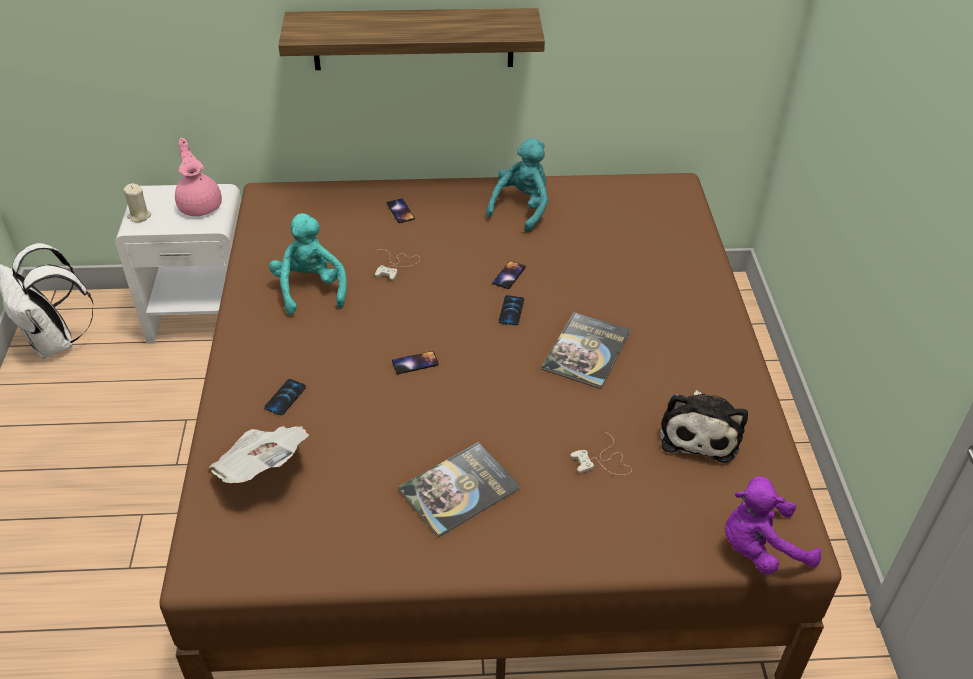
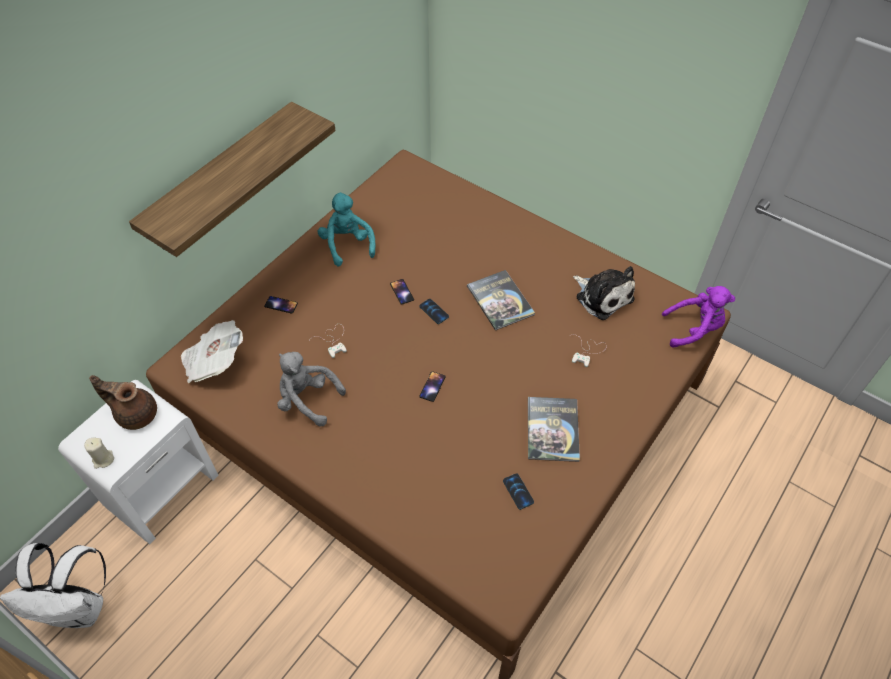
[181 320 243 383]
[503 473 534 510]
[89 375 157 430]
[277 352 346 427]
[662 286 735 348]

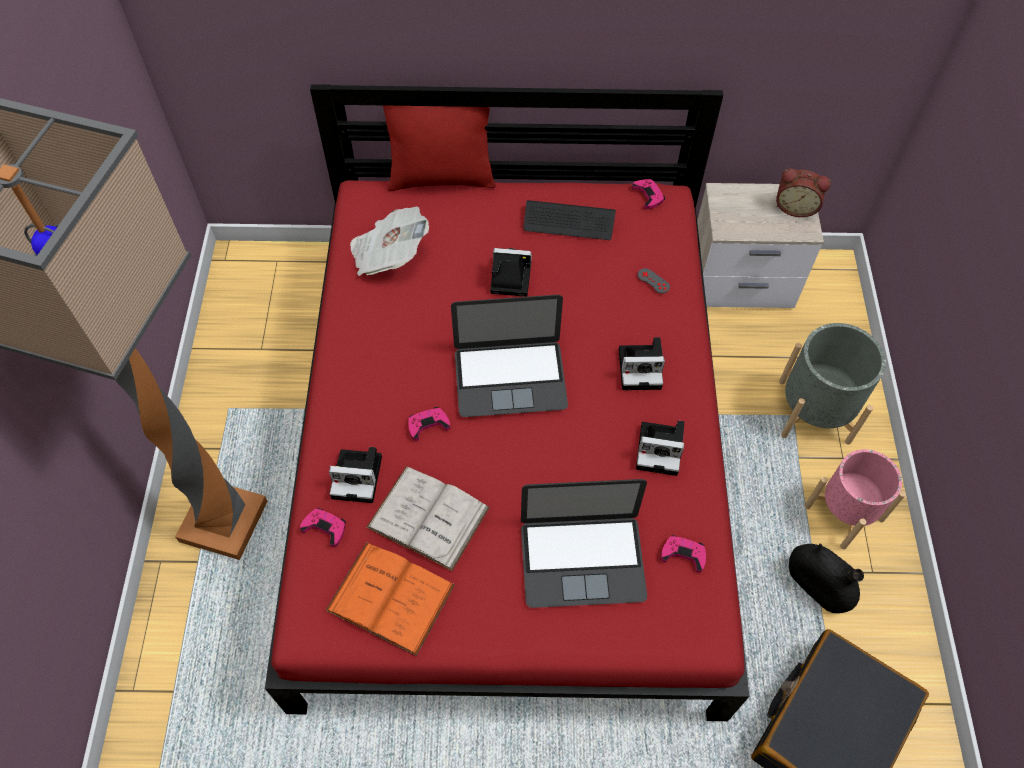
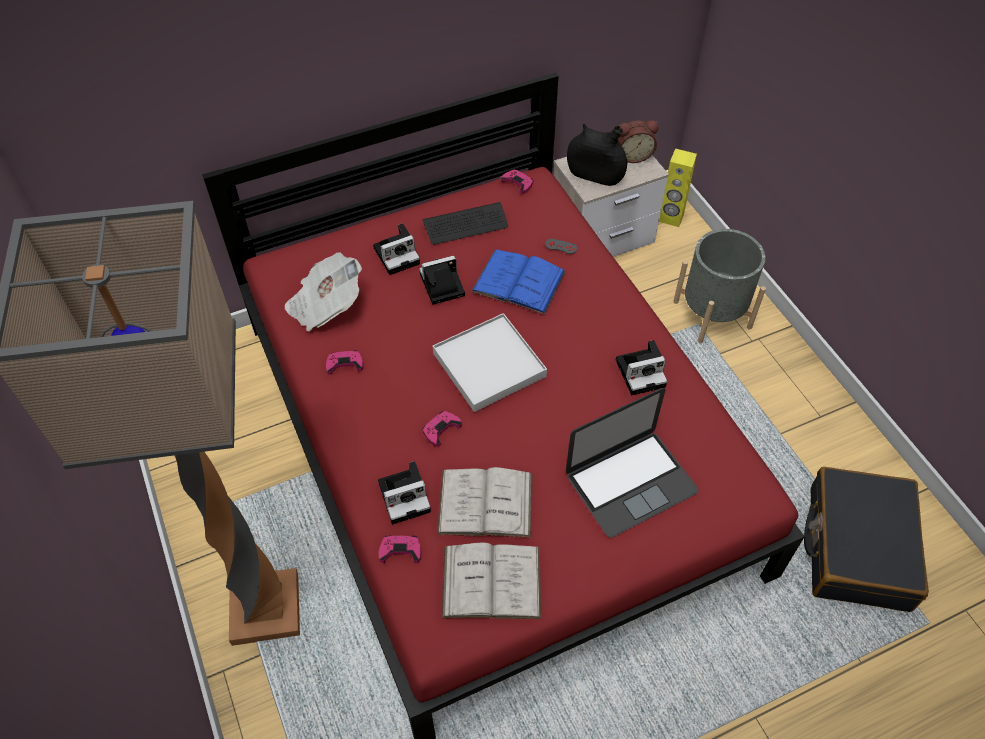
[383 105 496 191] (first image)
[805 449 906 549] (first image)
[471 249 566 314]
[659 148 697 227]
[373 223 420 275]
[326 350 363 375]
[567 124 627 186]
[433 313 547 412]
[441 543 542 619]

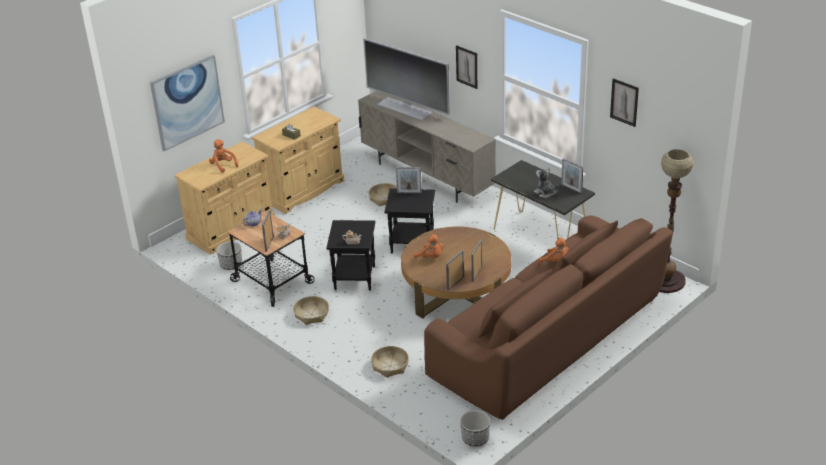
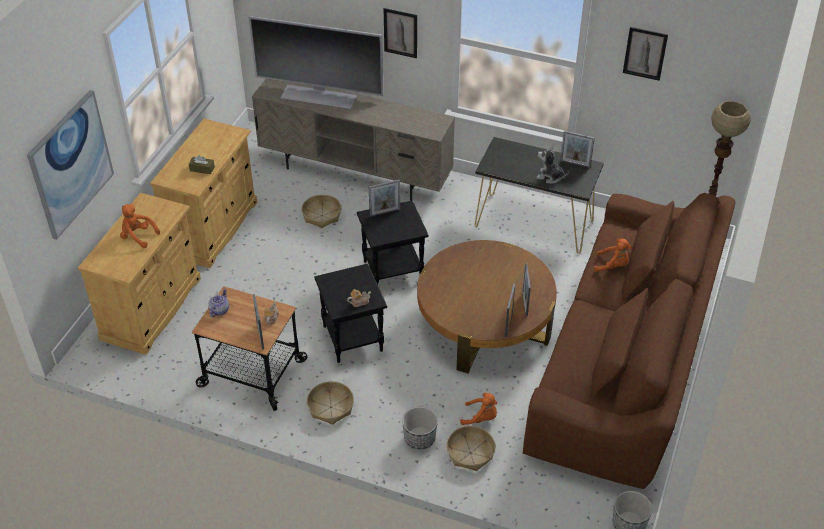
[402 407 438 449]
[460 393 497 425]

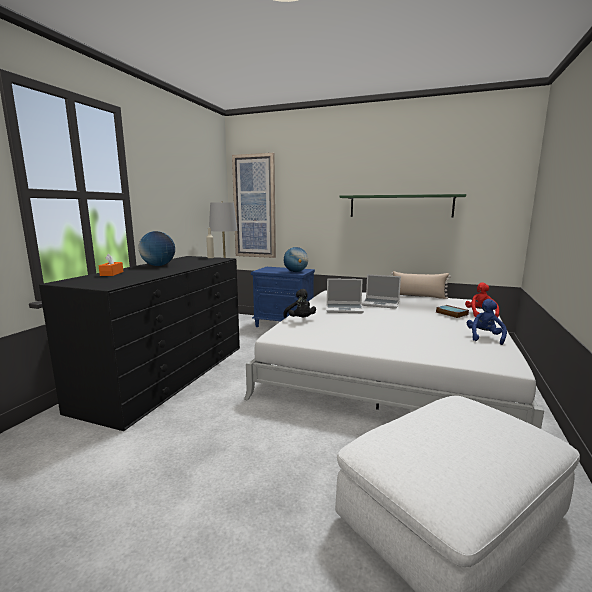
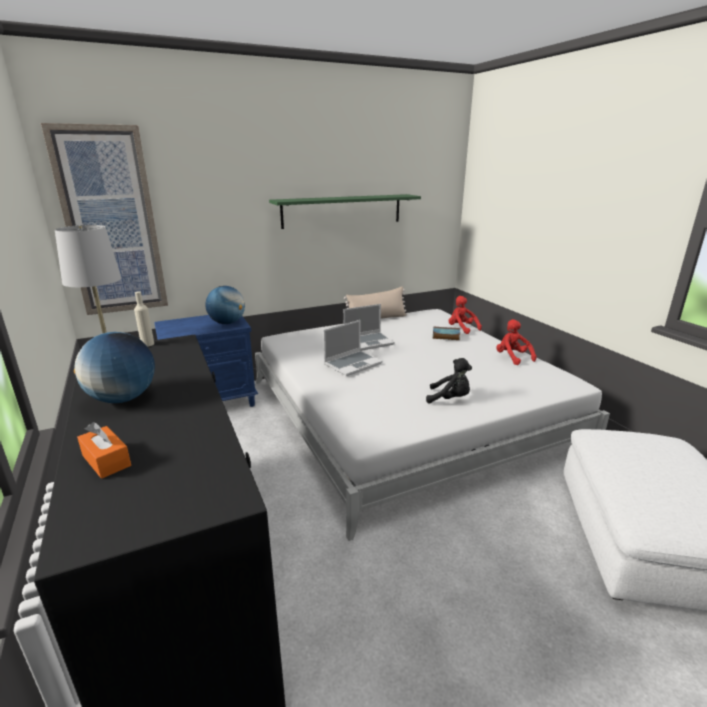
[426 358 472 404]
[496 319 537 365]

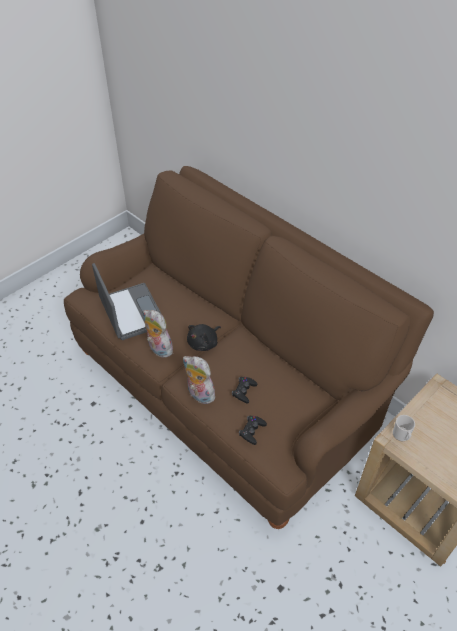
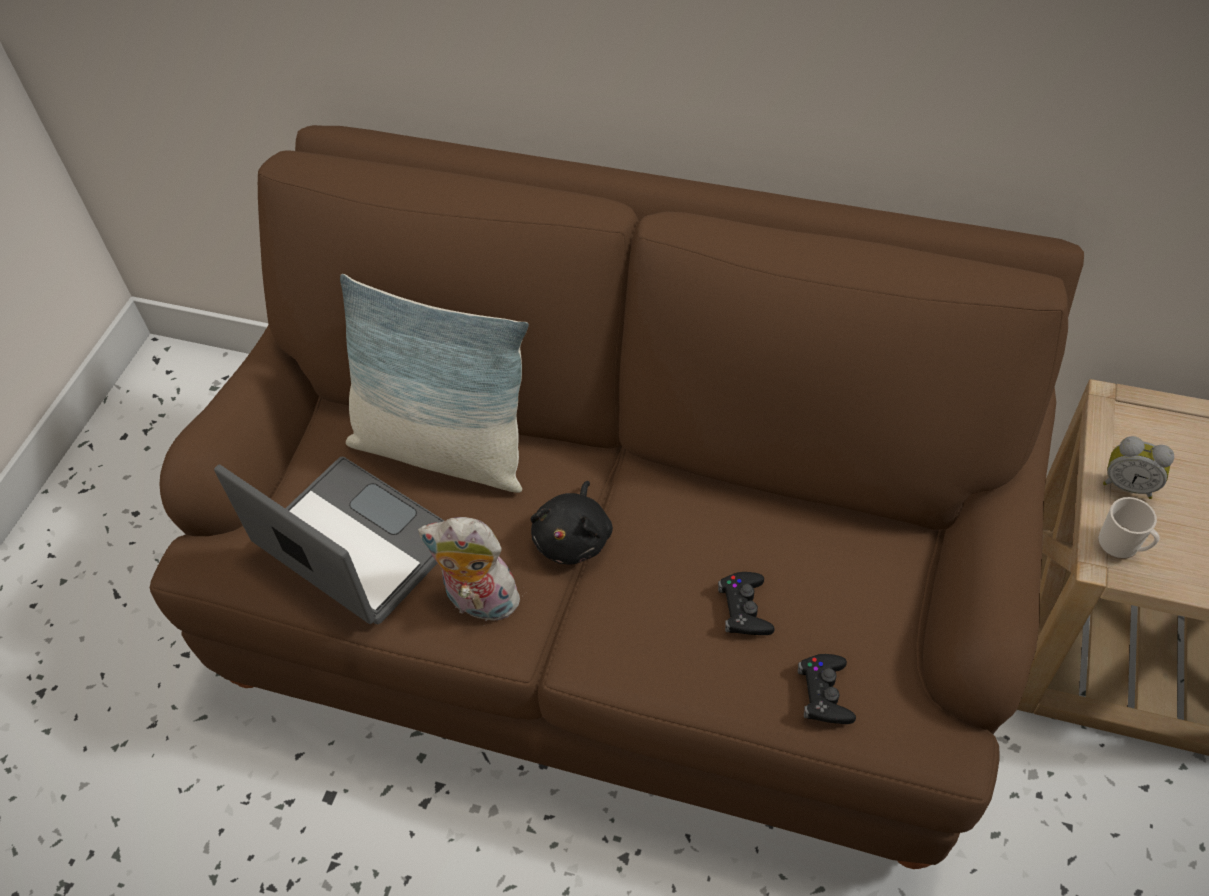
[183 356 215 404] (first image)
[340 274 529 493]
[1103 436 1174 499]

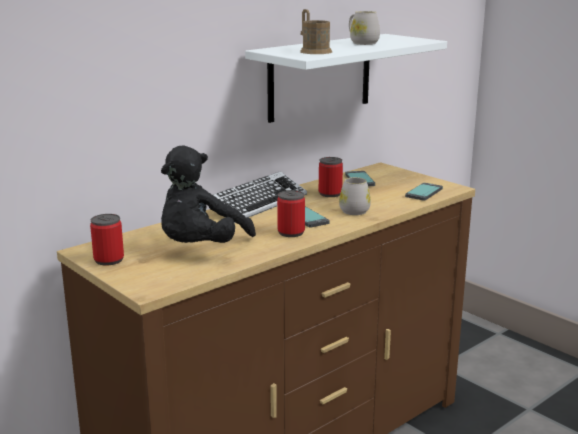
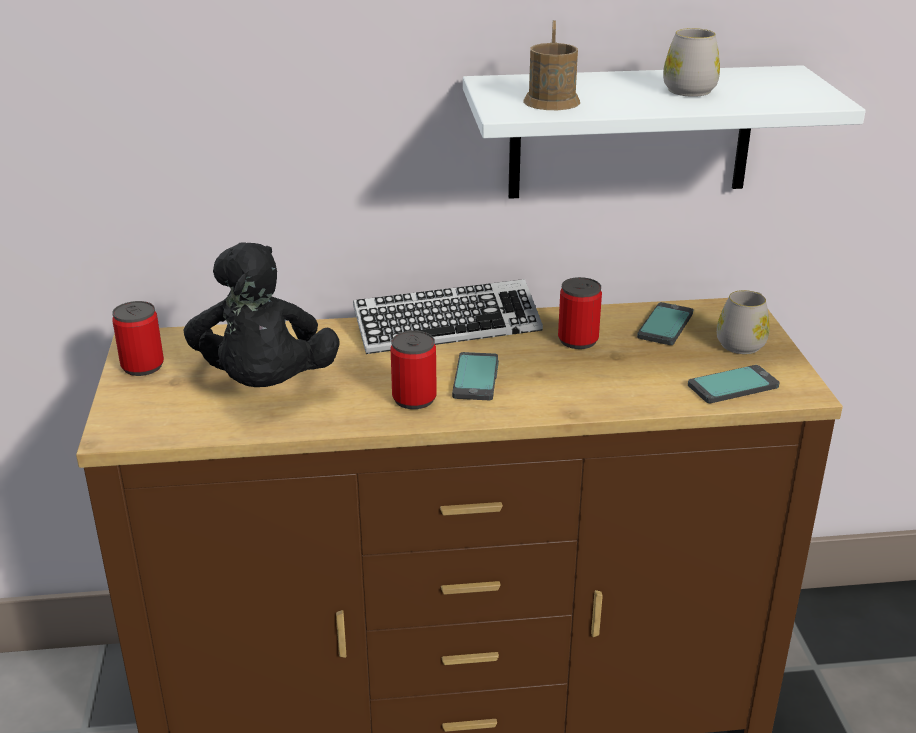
[717 290 770 354]
[183 242 340 387]

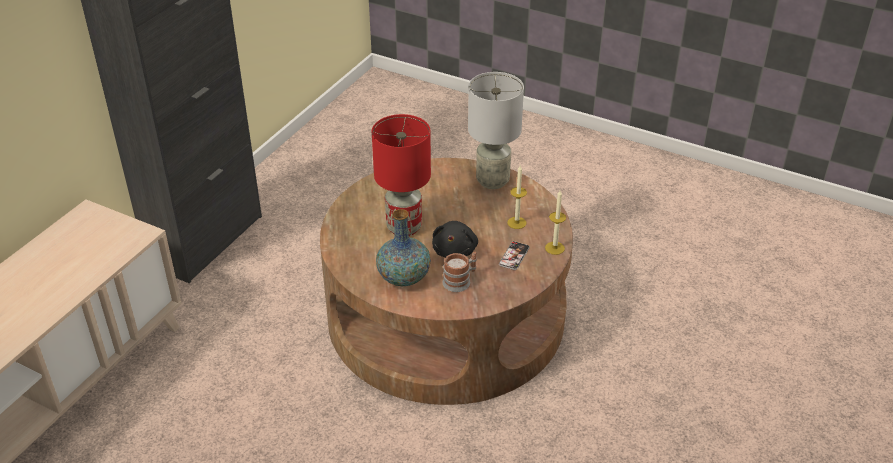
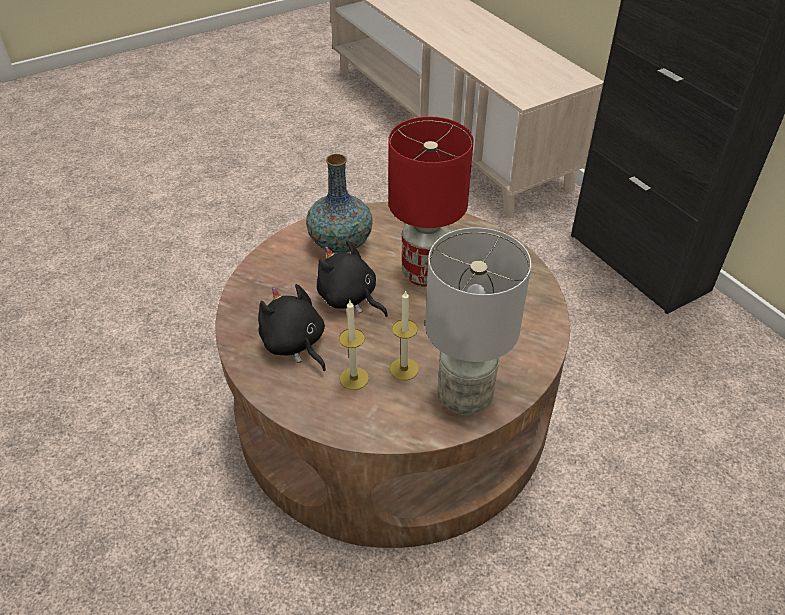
[443 252 477 292] (first image)
[390 290 419 380]
[258 284 326 371]

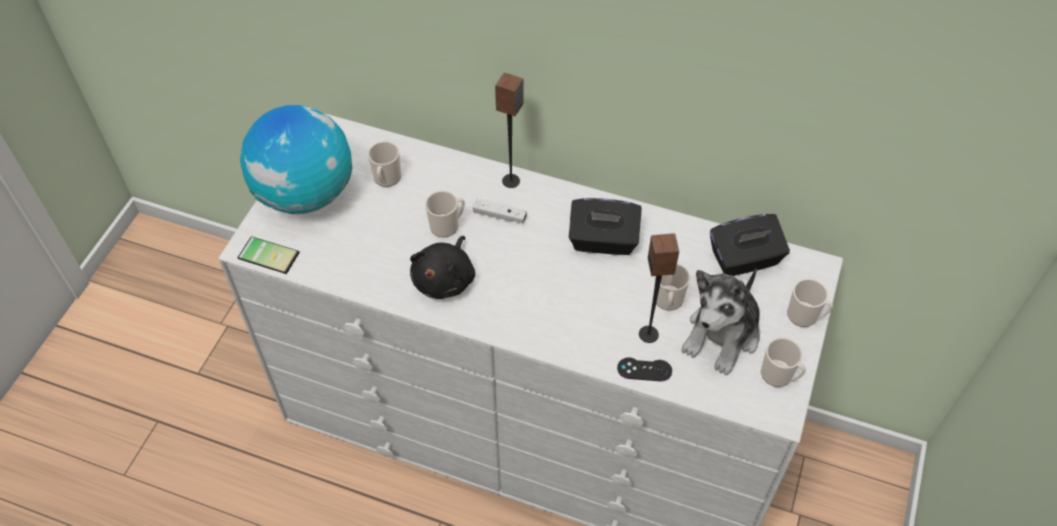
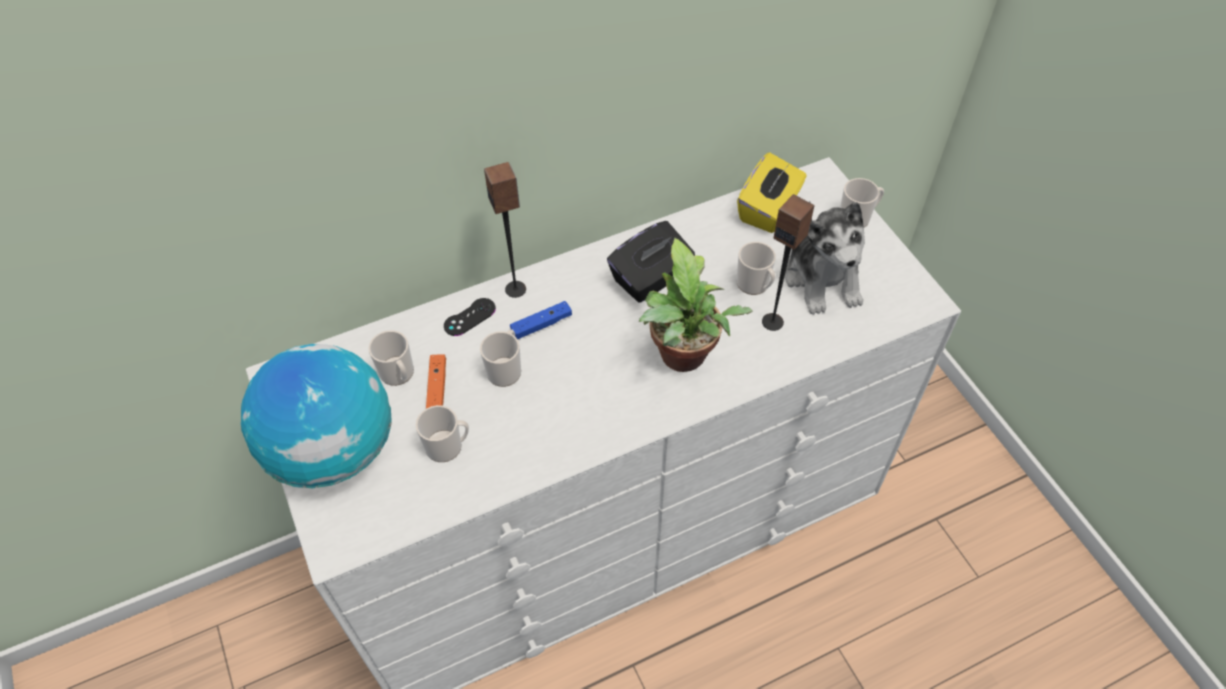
[237 236 300 274] (first image)
[410 236 475 299] (first image)
[426 354 446 408]
[639 238 752 372]
[444 298 496 336]
[416 405 469 462]
[510 301 572 339]
[737 152 807 233]

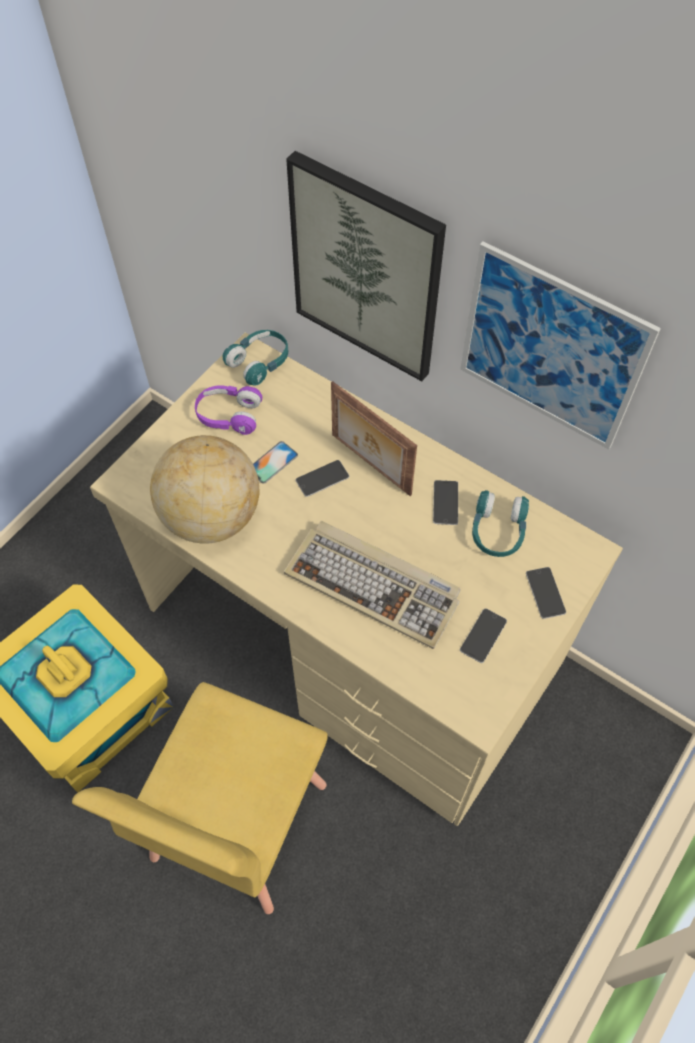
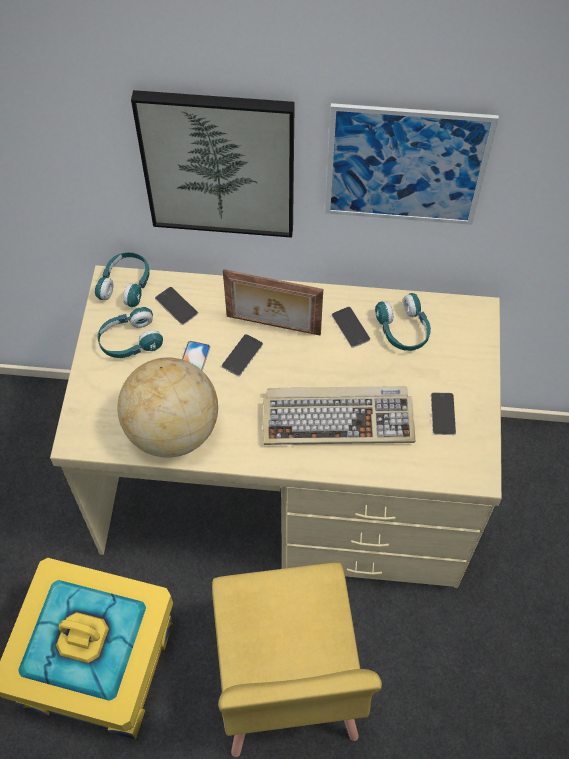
[155 287 198 325]
[98 307 163 358]

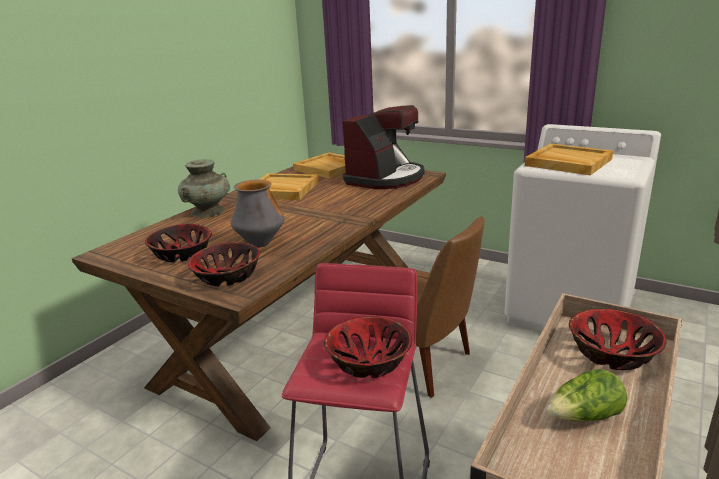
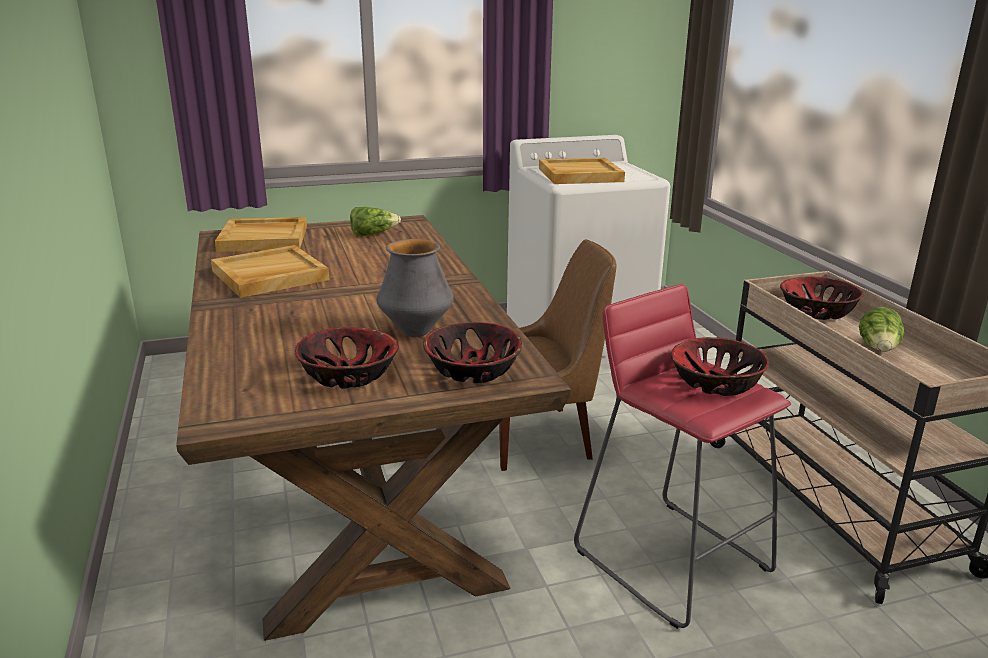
[178 159 230 218] (first image)
[350 207 401 236]

